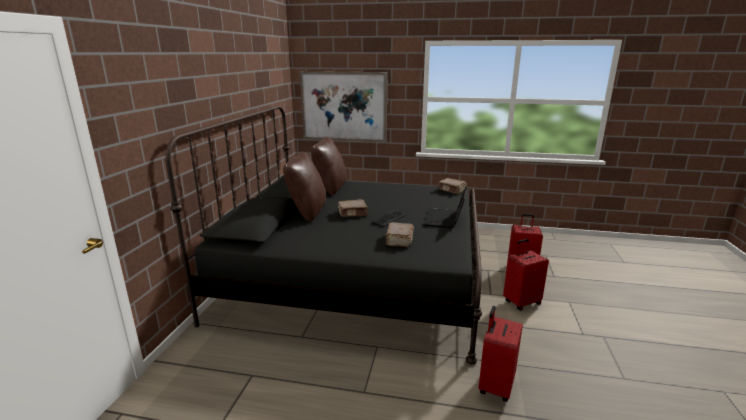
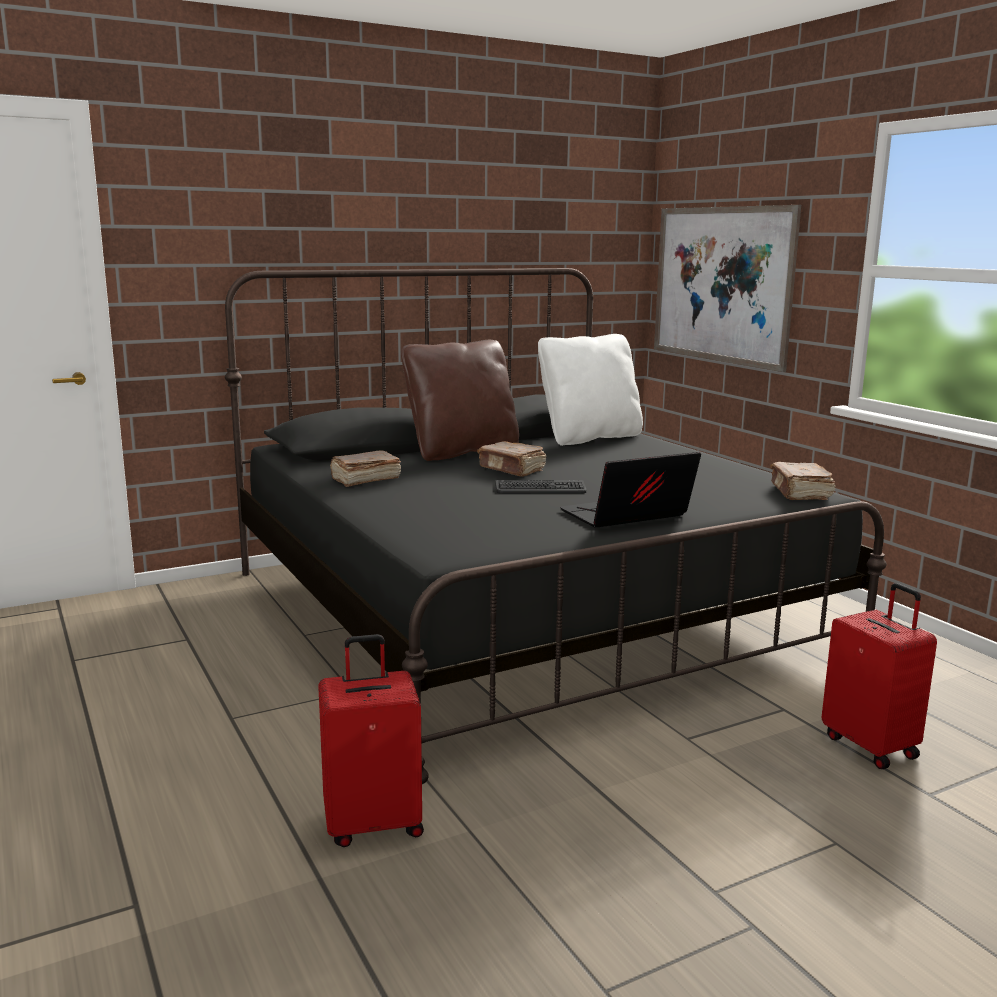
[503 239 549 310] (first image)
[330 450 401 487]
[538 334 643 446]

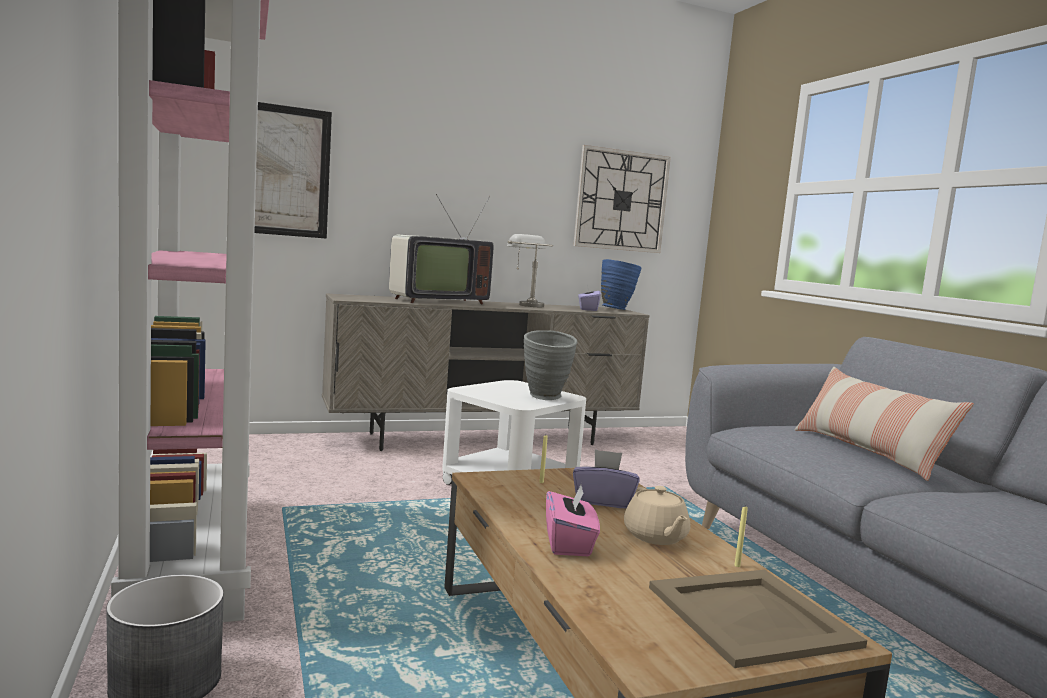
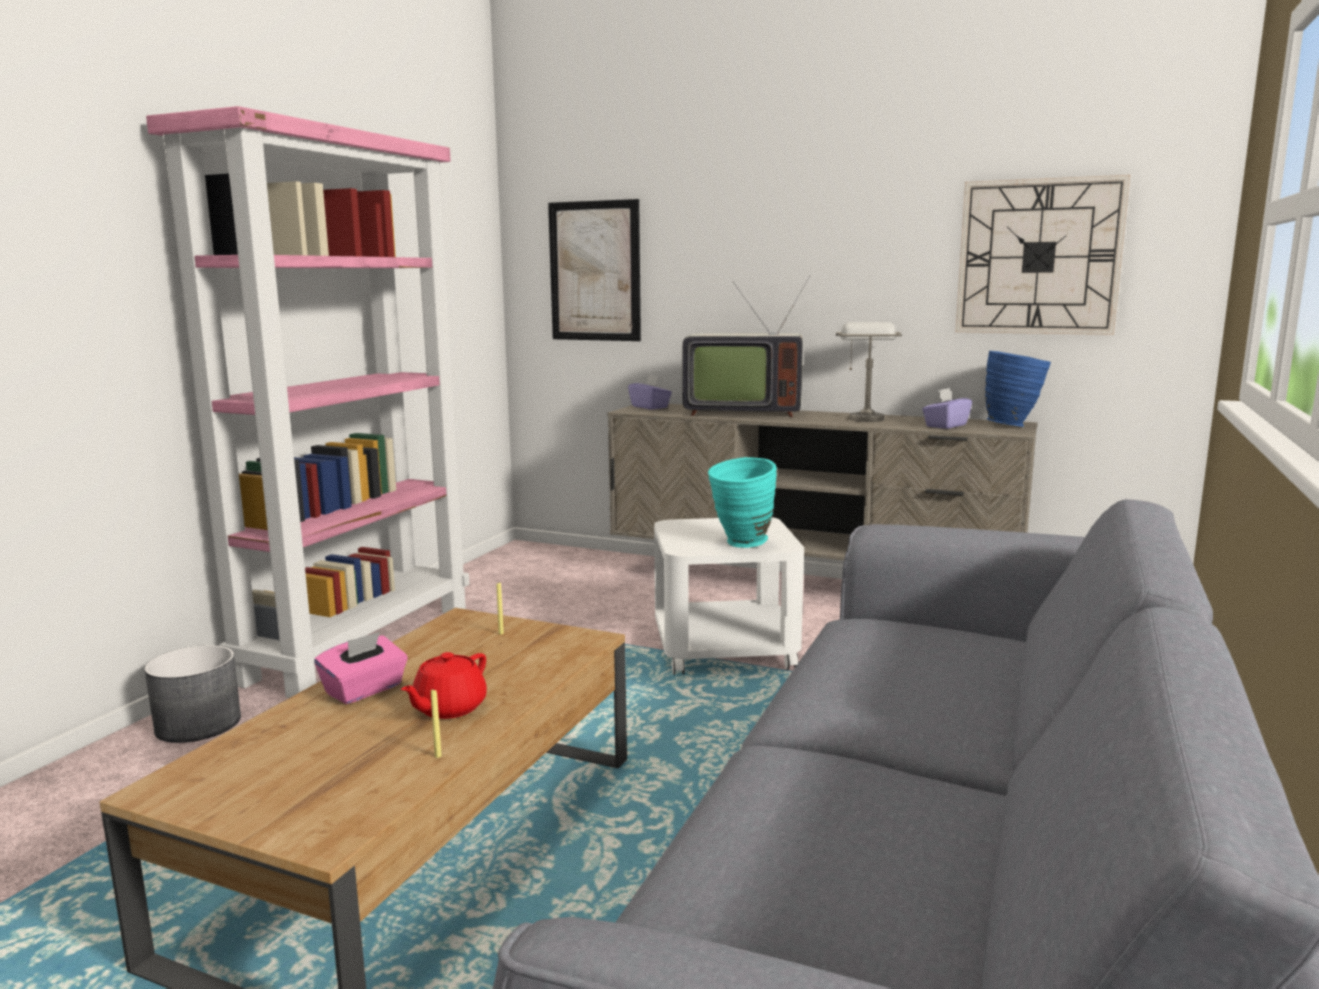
[649 570 867 668] (first image)
[795 367 974 481] (first image)
[628 375 672 410]
[708 457 777 548]
[401 652 487 719]

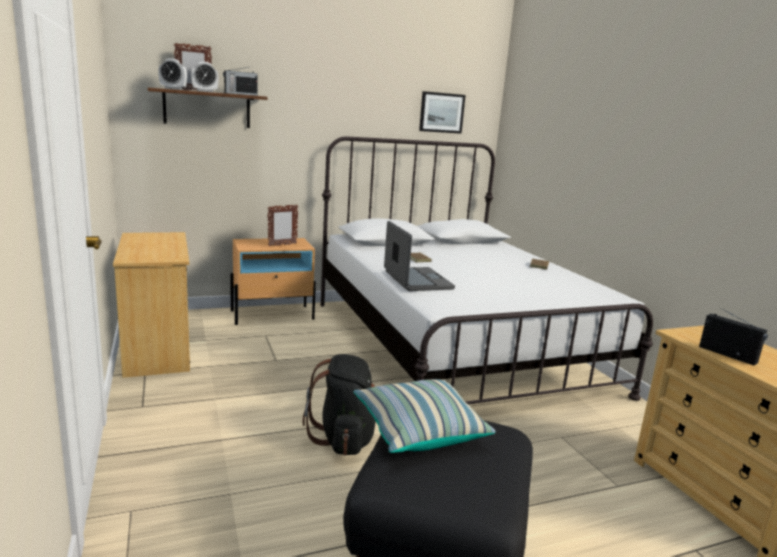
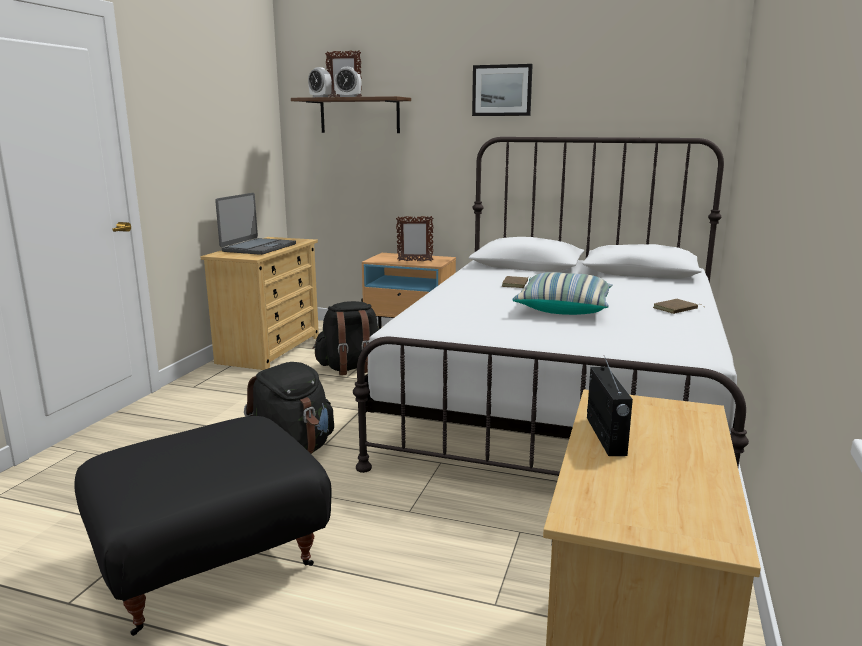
[223 67 258 96] (first image)
[312 301 380 375]
[512 272 613 315]
[215 193 296 255]
[472 64 533 116]

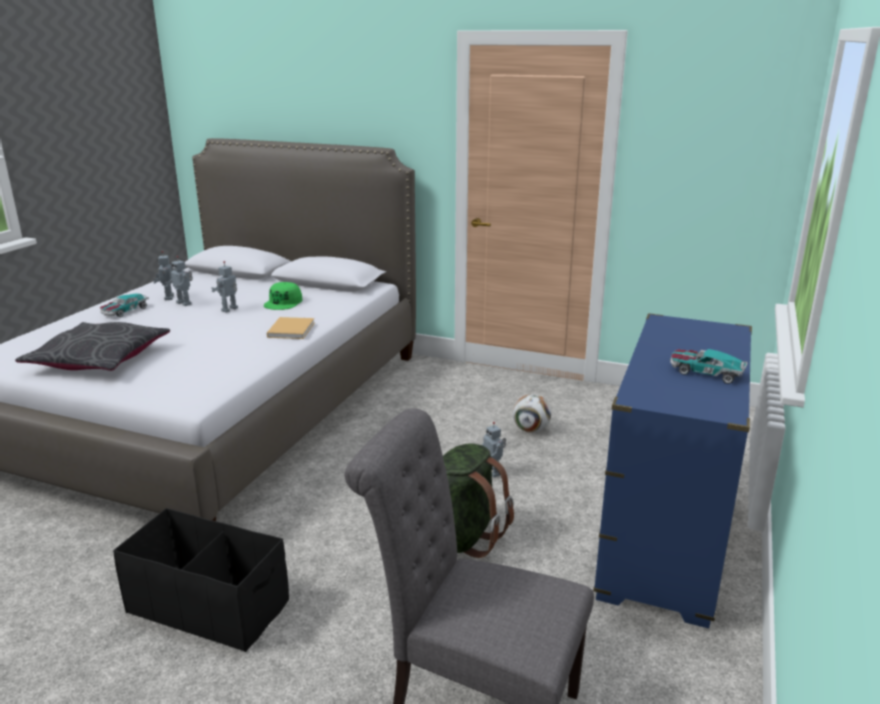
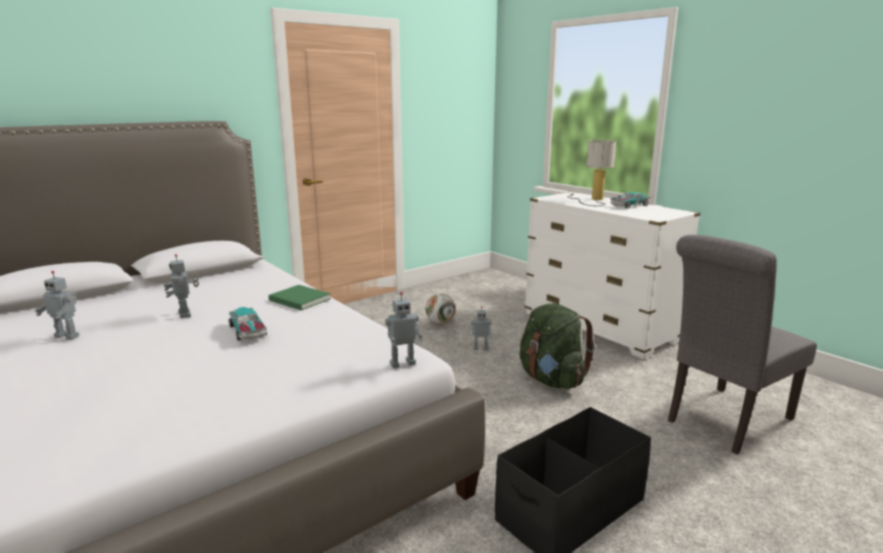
[15 322 170 371] (first image)
[264 282 303 310] (first image)
[568 140 616 206]
[228 307 267 340]
[385 292 422 368]
[268 285 331 310]
[525 192 700 359]

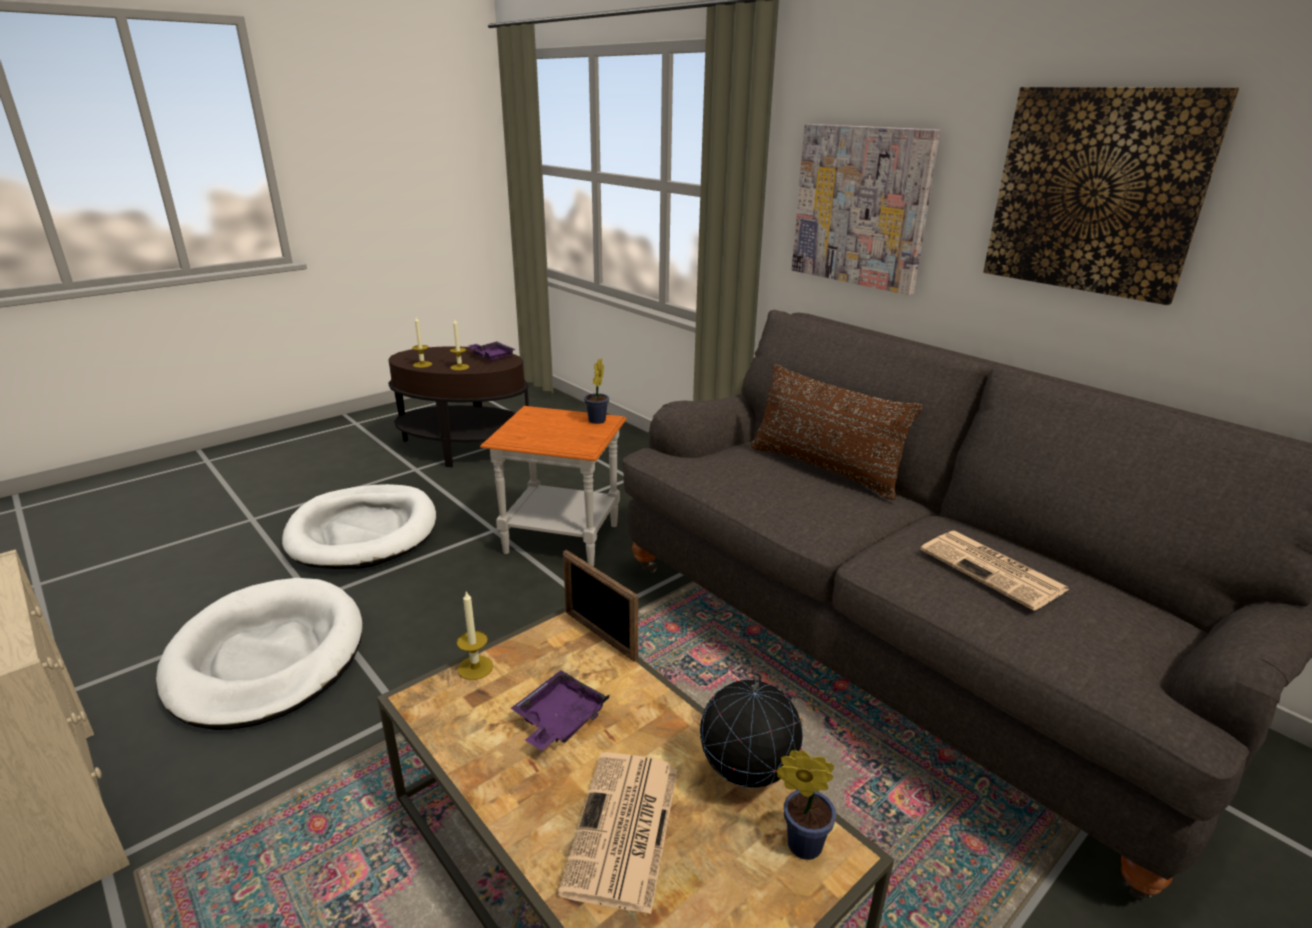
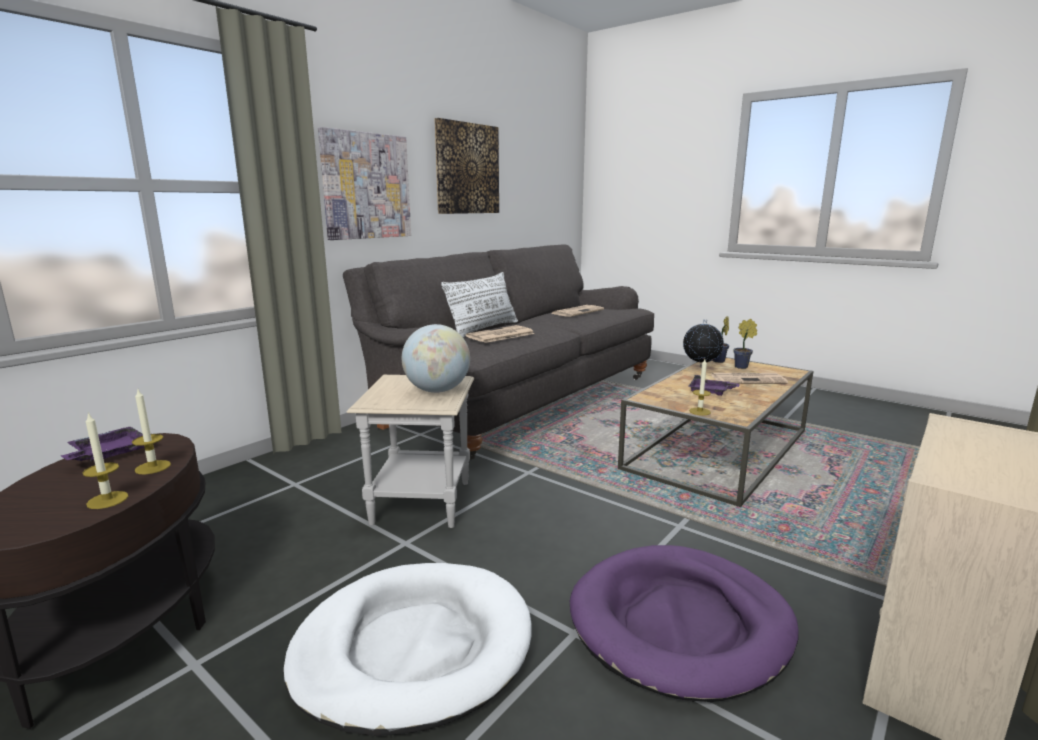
[563 550 638 662] (first image)
[402 324 470 393]
[466 325 535 343]
[733 319 757 369]
[570 545 799 702]
[347 375 474 528]
[441 272 518 338]

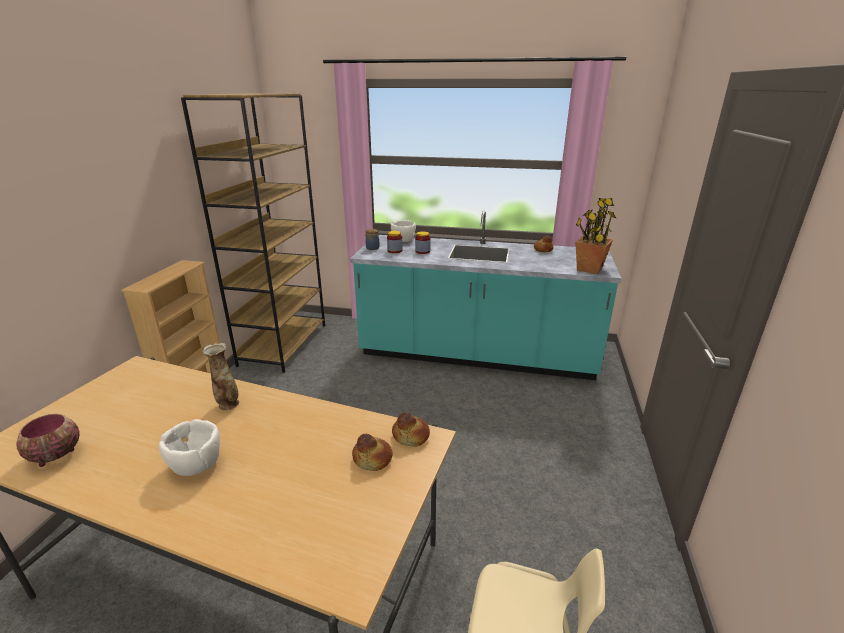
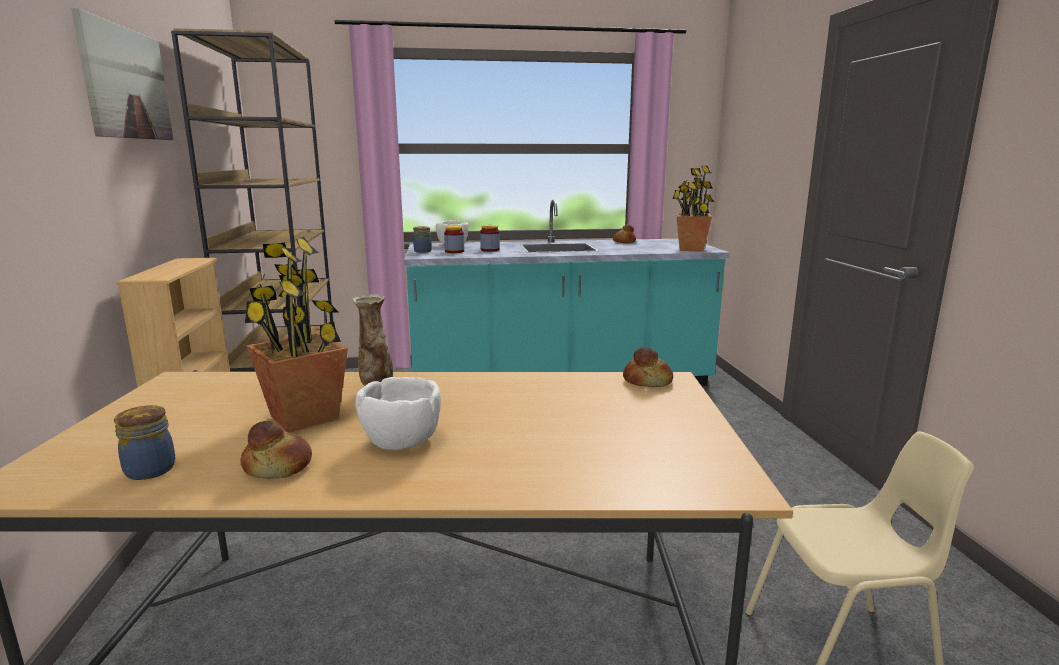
[71 8 173 140]
[245 237 348 433]
[241 421 312 479]
[114 405 175 480]

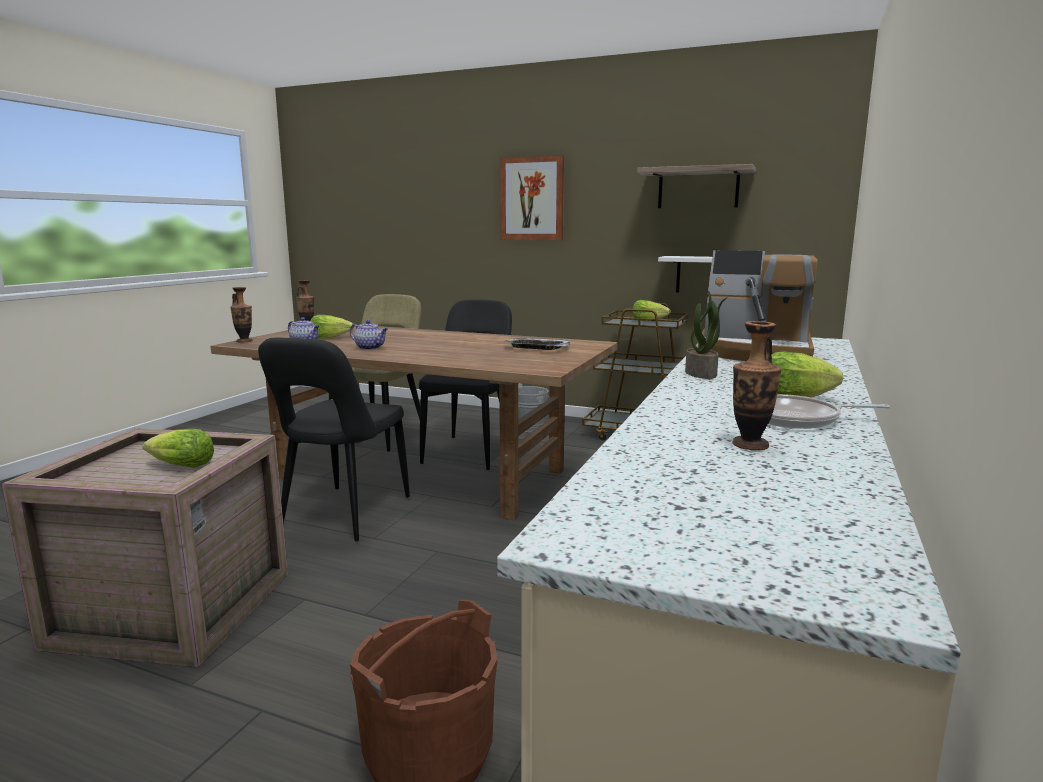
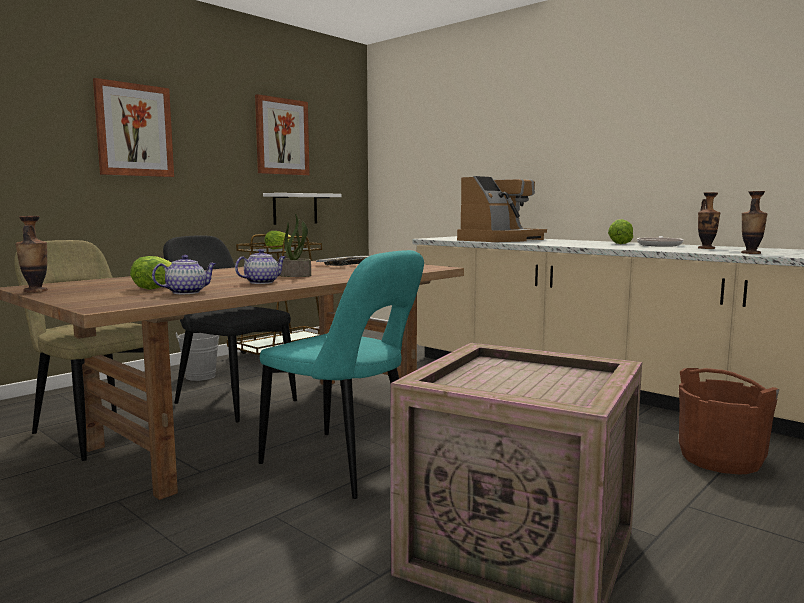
[142 429 214 468] (first image)
[741 191 767 254]
[279 214 311 277]
[255 94 310 176]
[258 250 424 499]

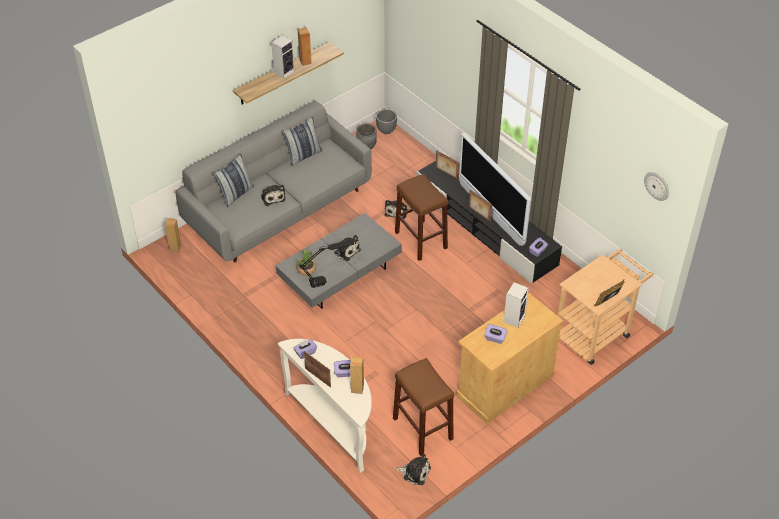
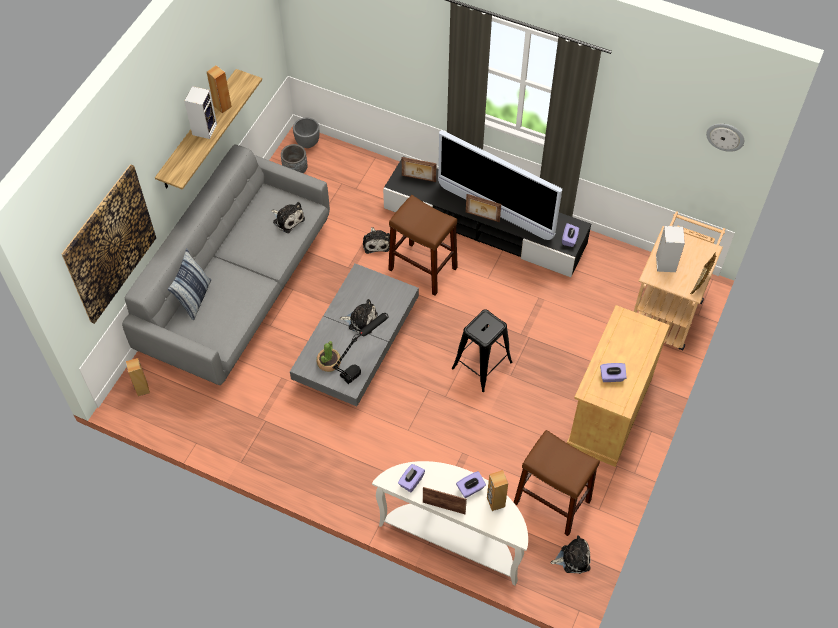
[281 116 323 166] (first image)
[62 164 156 324]
[452 309 512 392]
[271 202 305 233]
[656 226 685 272]

